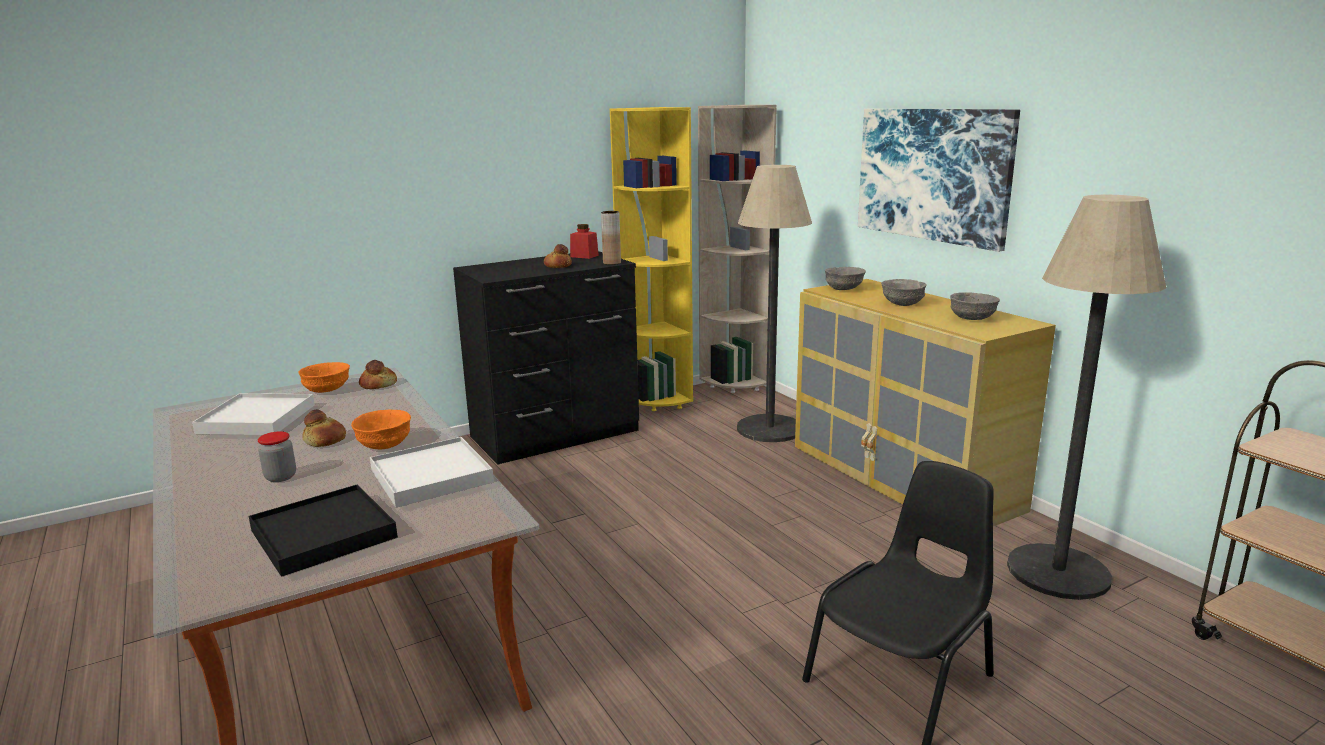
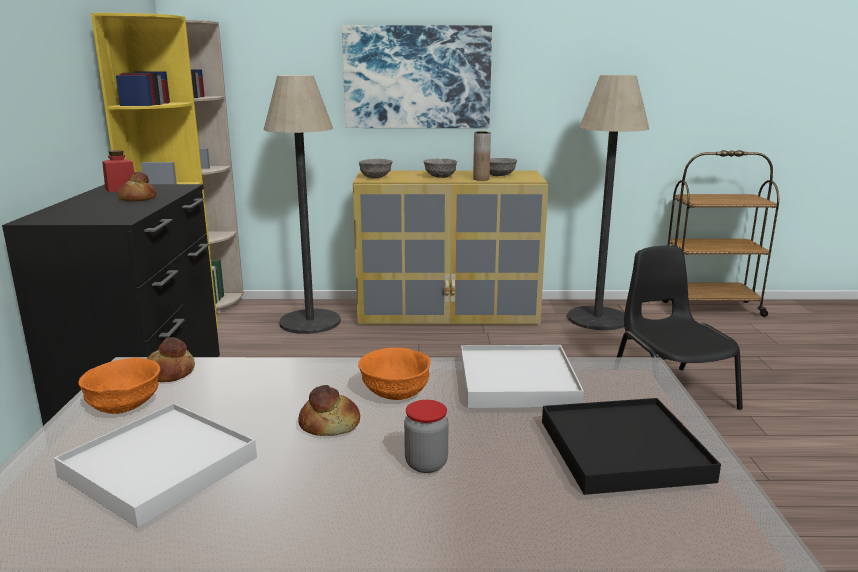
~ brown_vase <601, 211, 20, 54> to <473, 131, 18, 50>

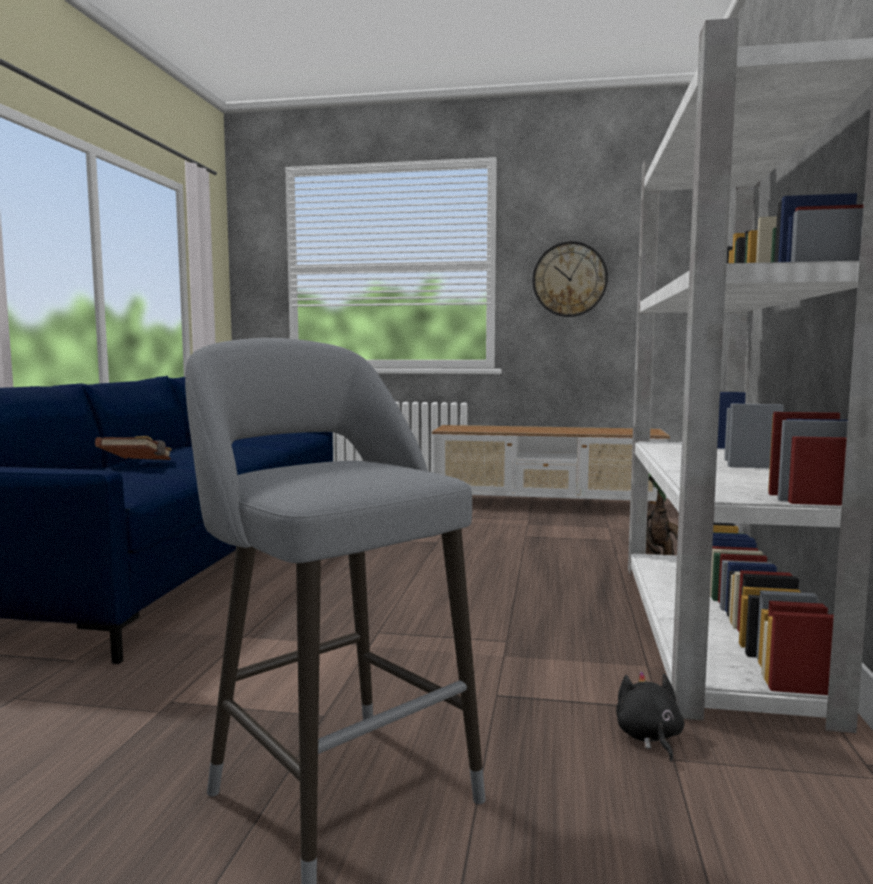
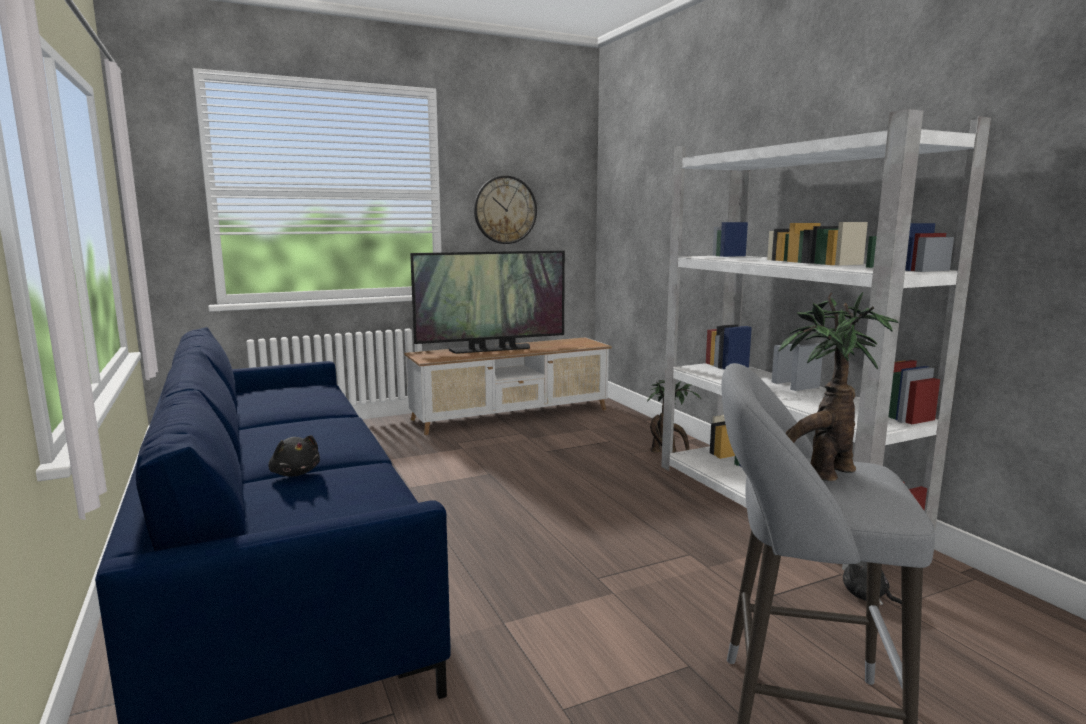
+ television <410, 250, 155, 104>
+ potted_plant <778, 292, 121, 189>
~ brown_book <95, 436, 77, 24> to black_plush_toy <268, 435, 52, 42>

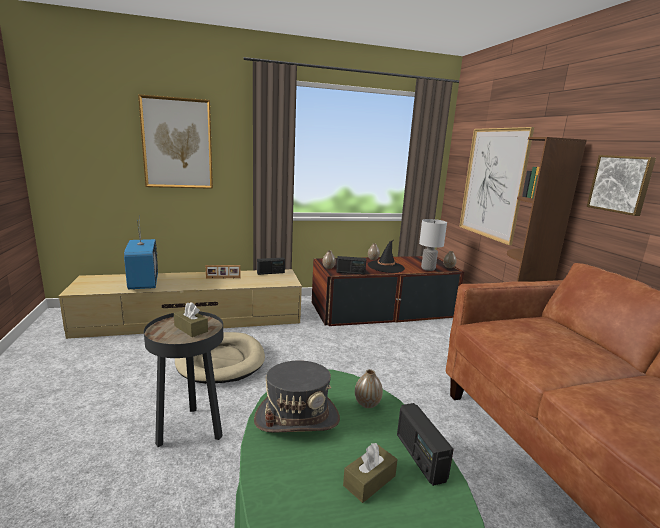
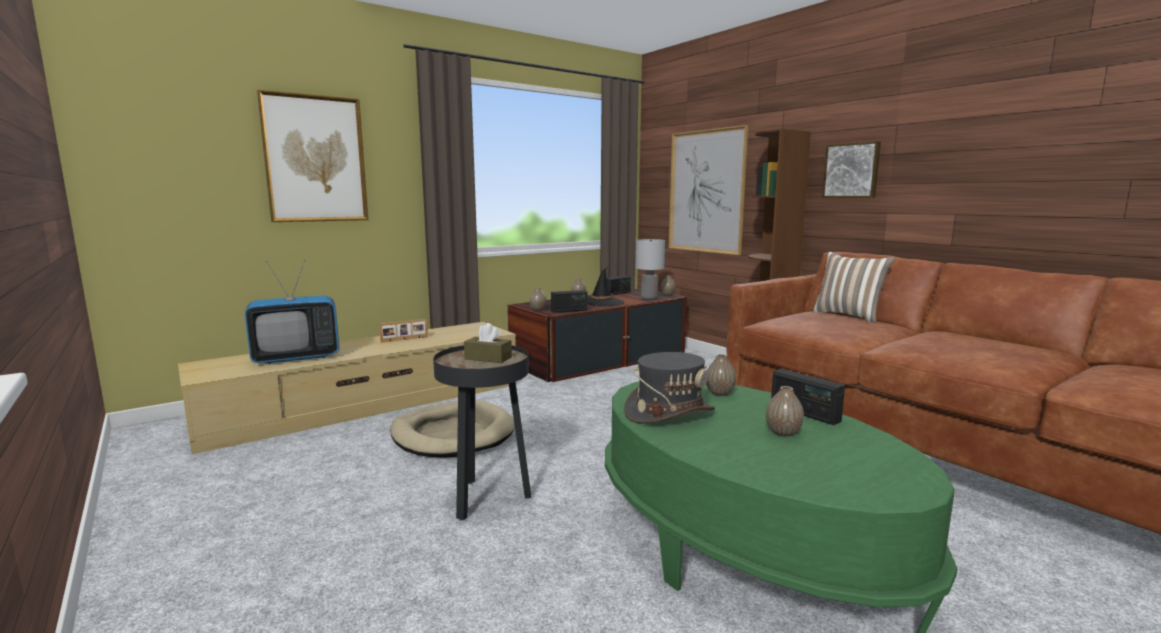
+ pillow <813, 252, 82, 71>
~ radio <257, 257, 28, 18> to <607, 276, 24, 19>
~ brown_tissue_box <343, 443, 55, 60> to vase <766, 386, 38, 51>
~ television <124, 215, 34, 75> = <244, 260, 95, 104> 105 degrees clockwise

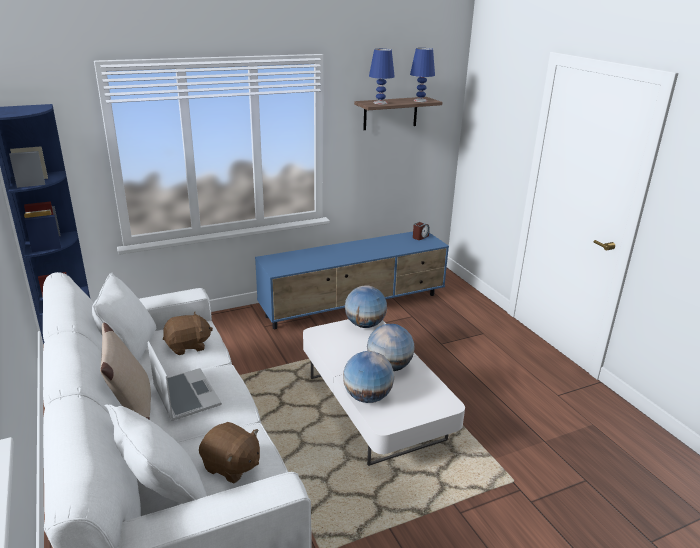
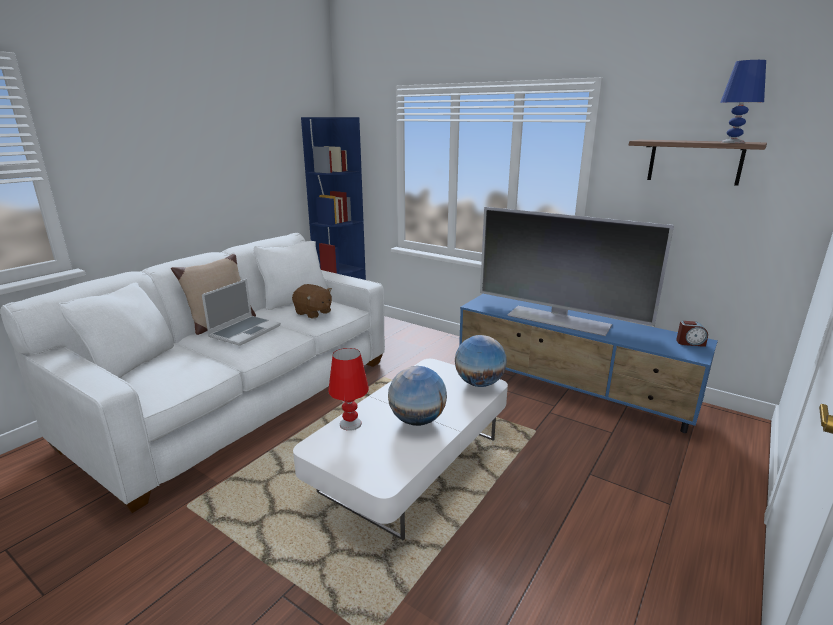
- brown_plush_toy <199, 422, 61, 62>
- blue_table_lamp <369, 49, 26, 56>
+ television <480, 207, 194, 129>
~ globe <343, 351, 51, 52> to red_table_lamp <328, 348, 41, 83>

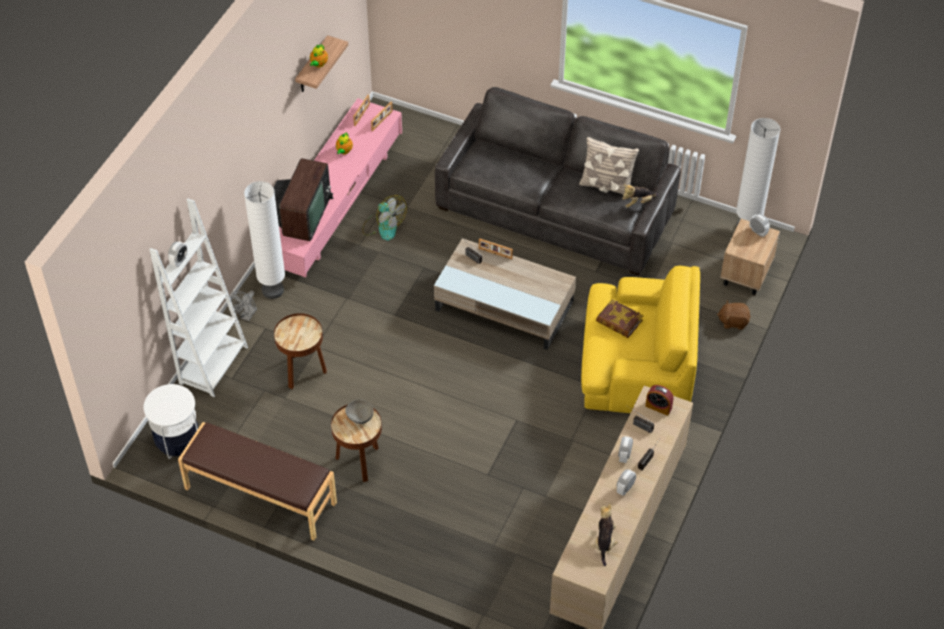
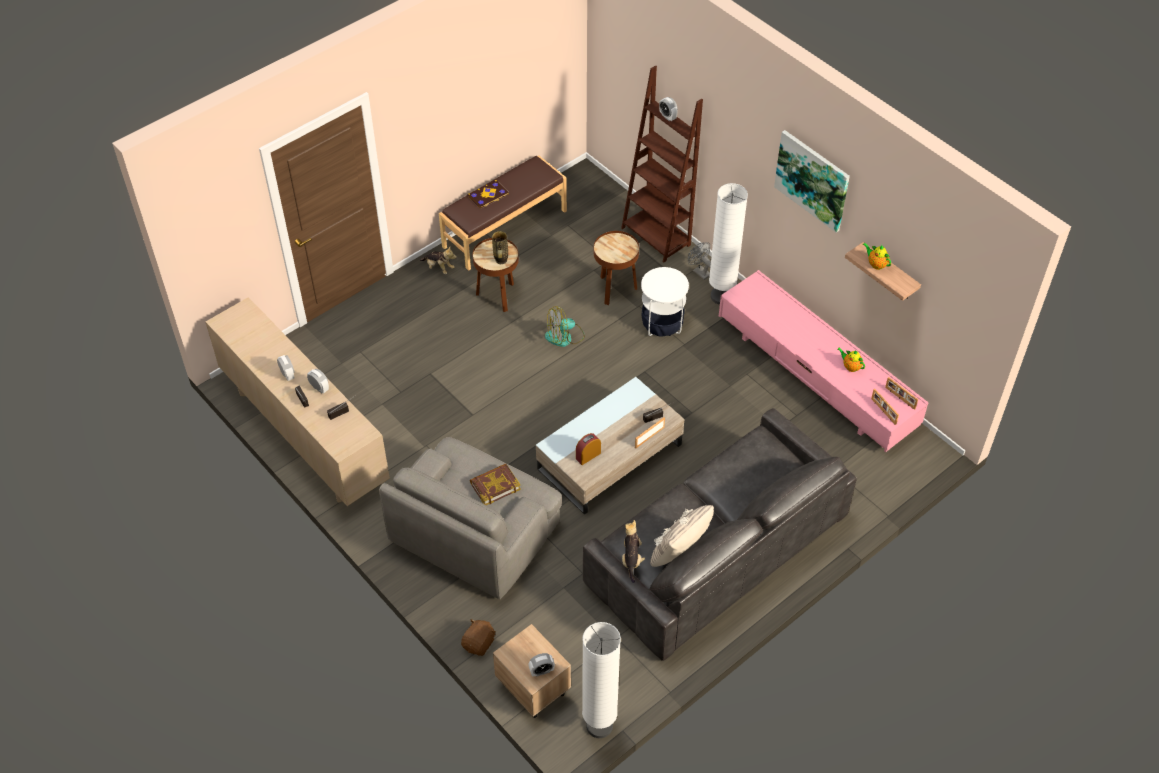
- television <274, 158, 59, 83>
+ book <467, 180, 42, 29>
+ picture <774, 130, 76, 103>
~ white_side_table <144, 384, 54, 75> to <641, 267, 48, 69>
~ fan <362, 195, 45, 46> to <545, 306, 40, 41>
~ plush_toy <595, 504, 23, 62> to <420, 247, 37, 27>
~ alarm_clock <645, 385, 29, 31> to <576, 433, 25, 32>
~ grey_bowl <345, 399, 29, 25> to vase <492, 231, 16, 33>
~ white_bookcase <149, 198, 99, 199> to brown_bookcase <621, 65, 82, 198>
~ yellow_armchair <581, 266, 119, 147> to grey_armchair <379, 437, 183, 162>

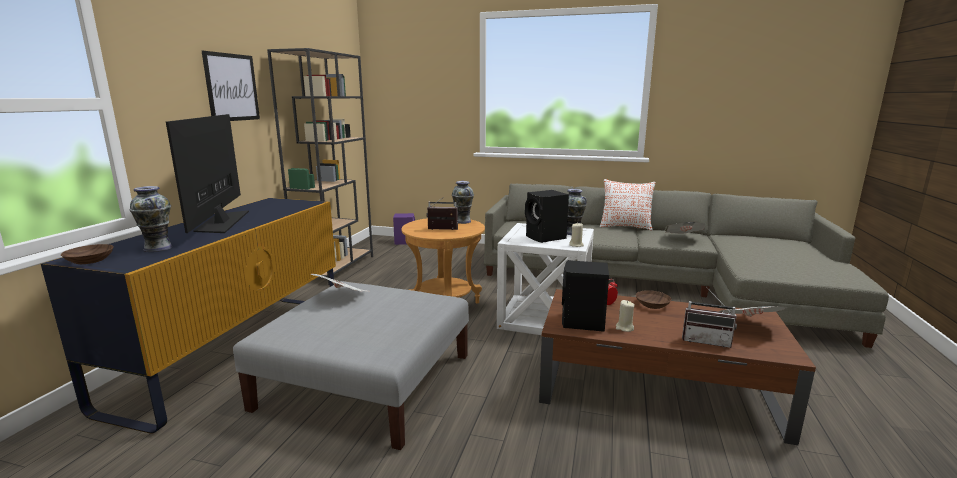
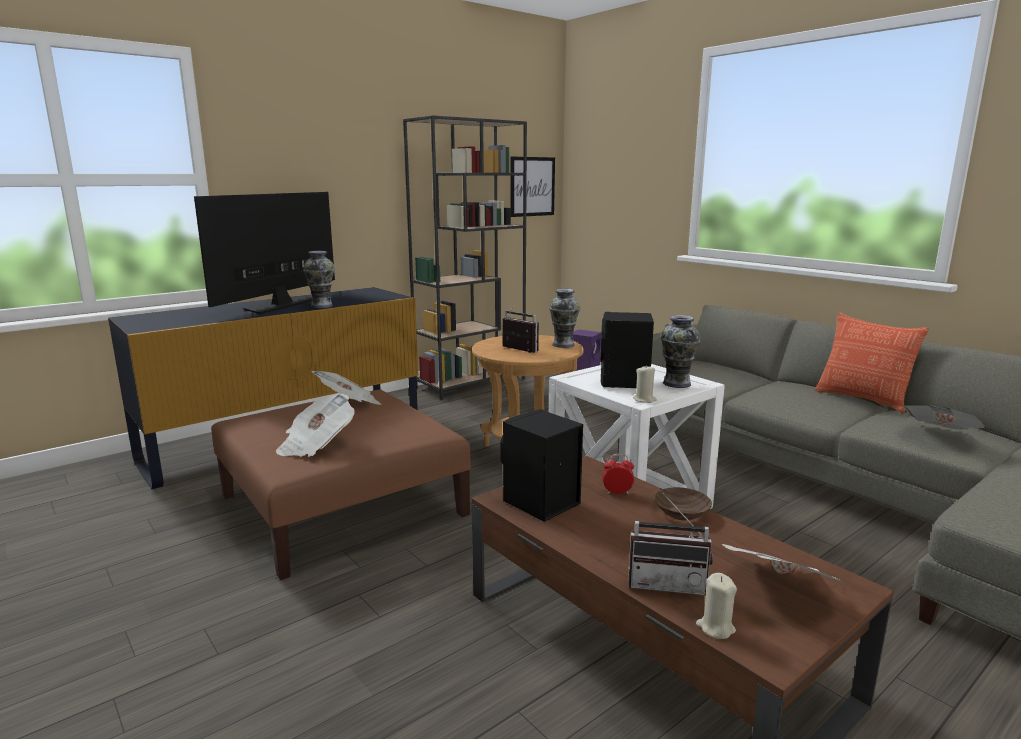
- brown_bowl <61, 244, 53, 20>
+ newspaper <276, 394, 79, 63>
~ vase <130, 186, 43, 66> to <303, 251, 32, 57>
~ picture <202, 51, 58, 70> to <511, 157, 44, 60>
~ beige_candle <616, 300, 19, 32> to <696, 573, 41, 66>
~ grey_ottoman <233, 281, 236, 169> to brown_ottoman <211, 389, 260, 191>
~ white_pillow <600, 179, 56, 52> to orange_pillow <815, 313, 114, 100>
~ radio <682, 287, 55, 61> = <628, 493, 85, 102> 45 degrees counterclockwise

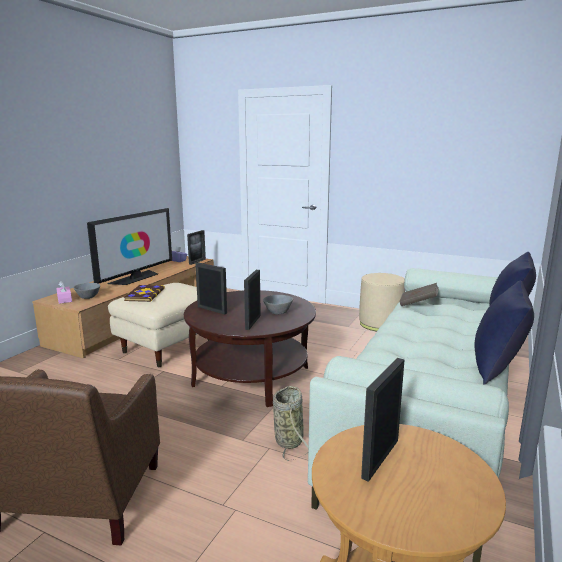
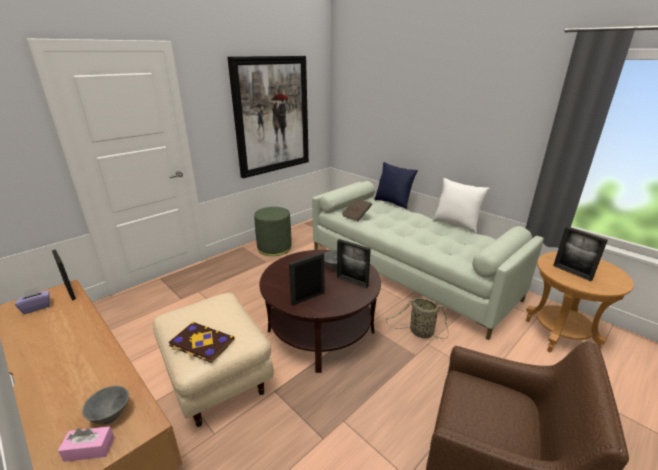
- television <87, 208, 85, 77>
+ picture <227, 56, 82, 122>
~ beige_ottoman <359, 273, 46, 59> to green_ottoman <254, 207, 38, 49>
~ blue_pillow <474, 281, 60, 104> to white_pillow <433, 178, 56, 55>

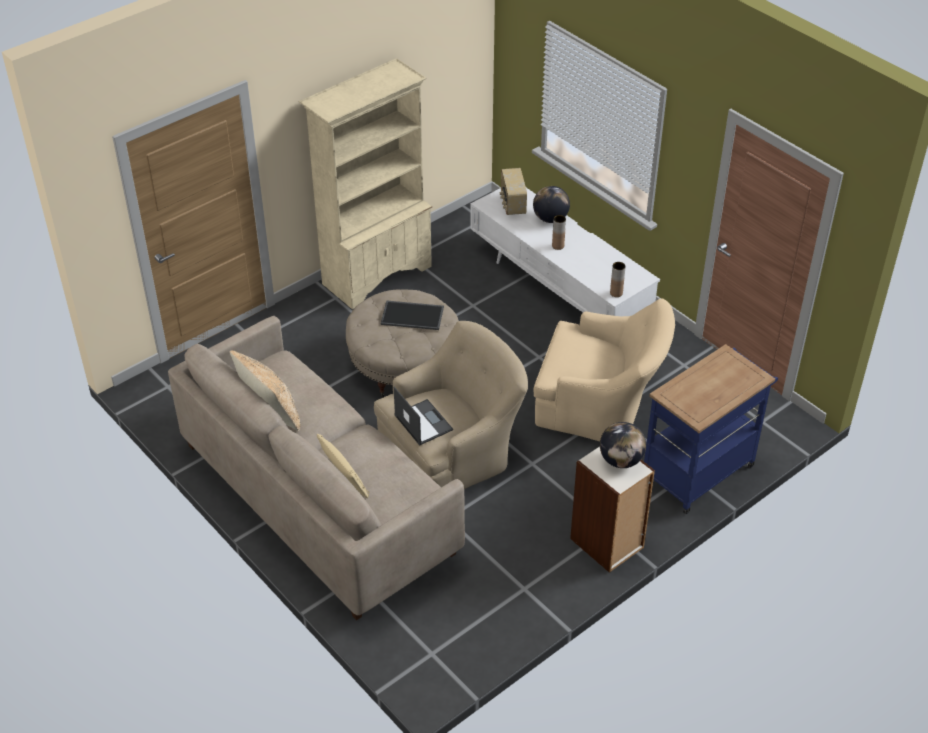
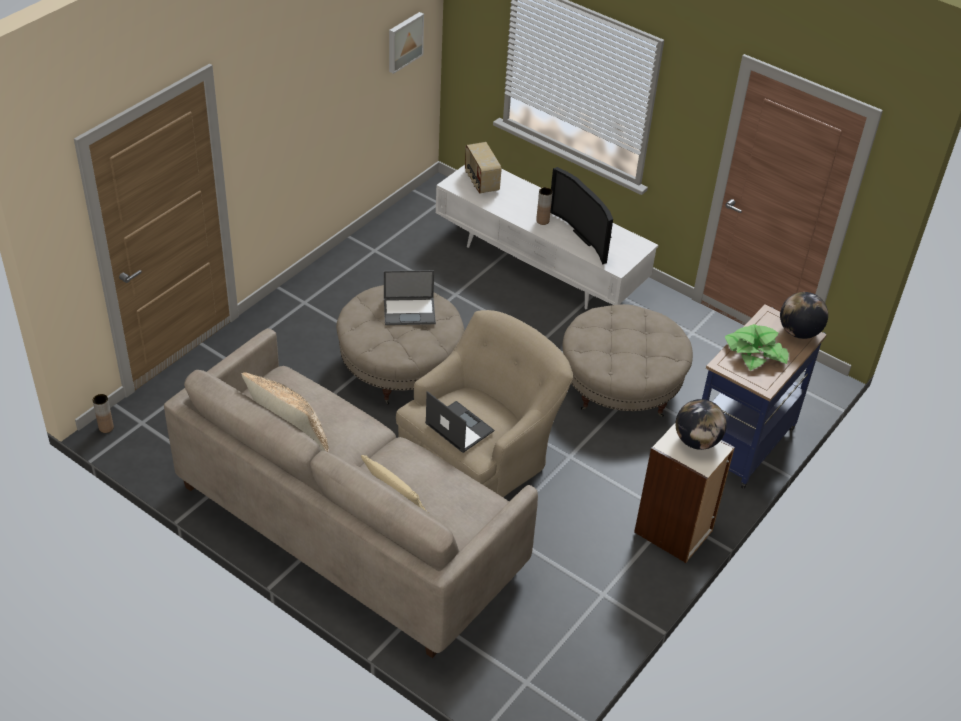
- beige_bookcase <299, 58, 133, 251>
+ picture <389, 12, 35, 62>
+ television <550, 167, 63, 98>
+ potted_plant <725, 324, 63, 47>
~ globe <533, 186, 37, 37> to <780, 292, 48, 47>
~ brown_vase <610, 262, 16, 35> to <93, 394, 21, 39>
~ tray <381, 300, 63, 30> to laptop <384, 270, 52, 55>
~ beige_armchair <533, 298, 142, 143> to beige_ottoman <563, 304, 130, 113>

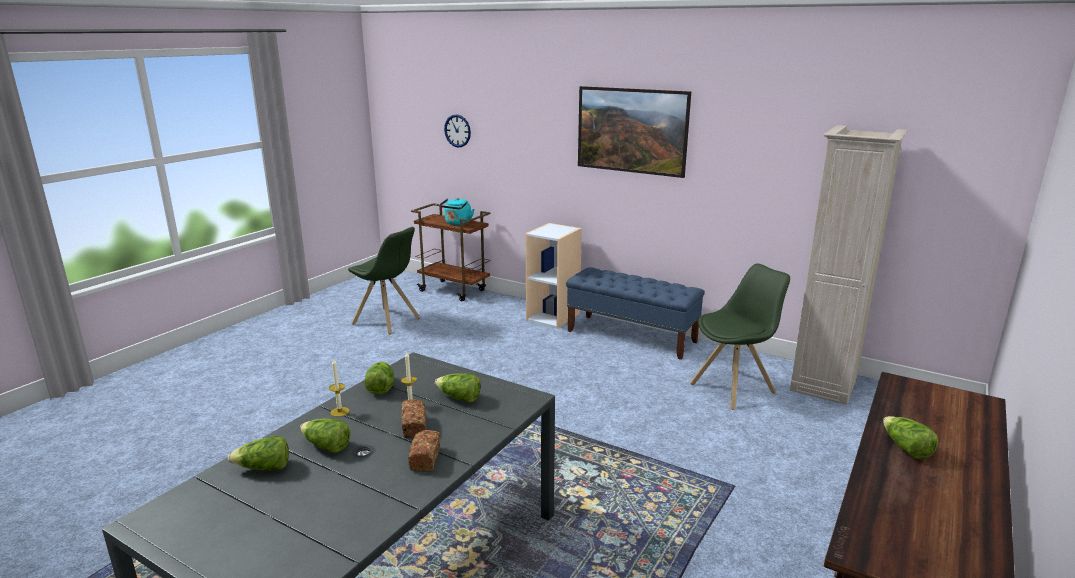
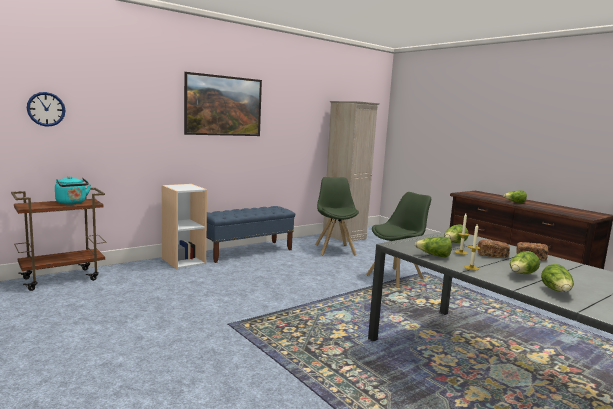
~ green_chair <348, 227, 72, 107> to <366, 192, 65, 95>

